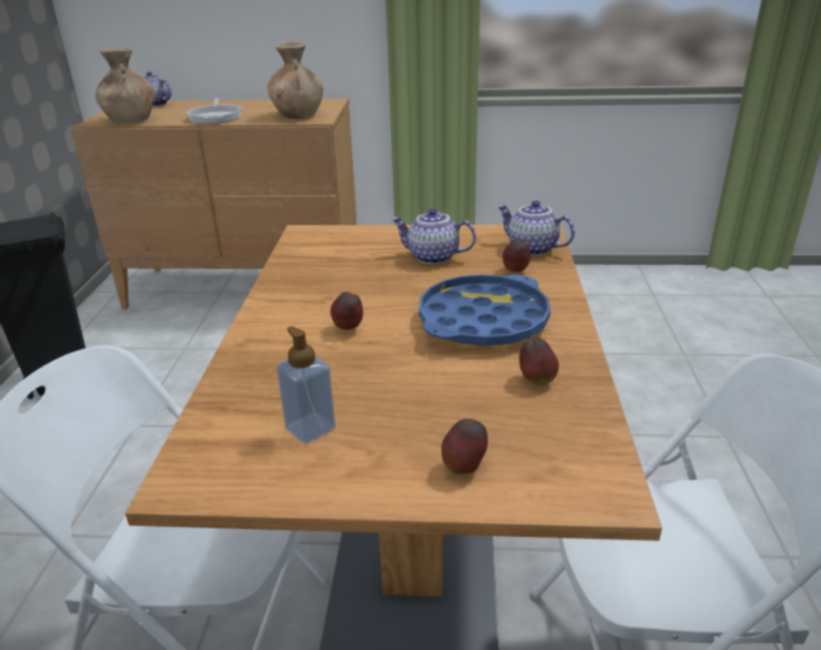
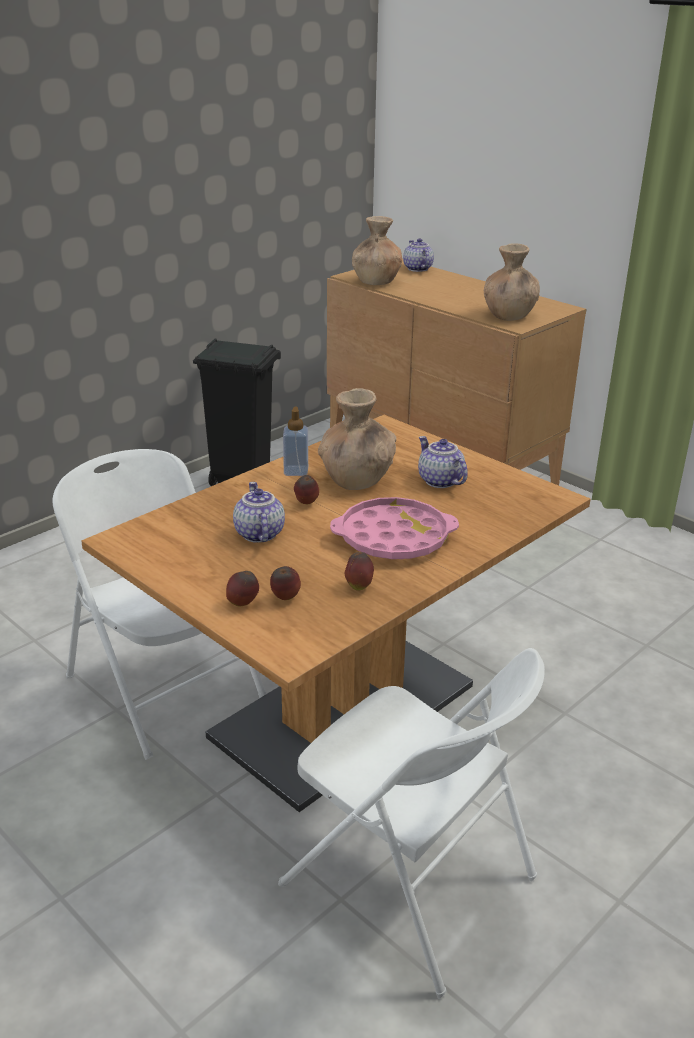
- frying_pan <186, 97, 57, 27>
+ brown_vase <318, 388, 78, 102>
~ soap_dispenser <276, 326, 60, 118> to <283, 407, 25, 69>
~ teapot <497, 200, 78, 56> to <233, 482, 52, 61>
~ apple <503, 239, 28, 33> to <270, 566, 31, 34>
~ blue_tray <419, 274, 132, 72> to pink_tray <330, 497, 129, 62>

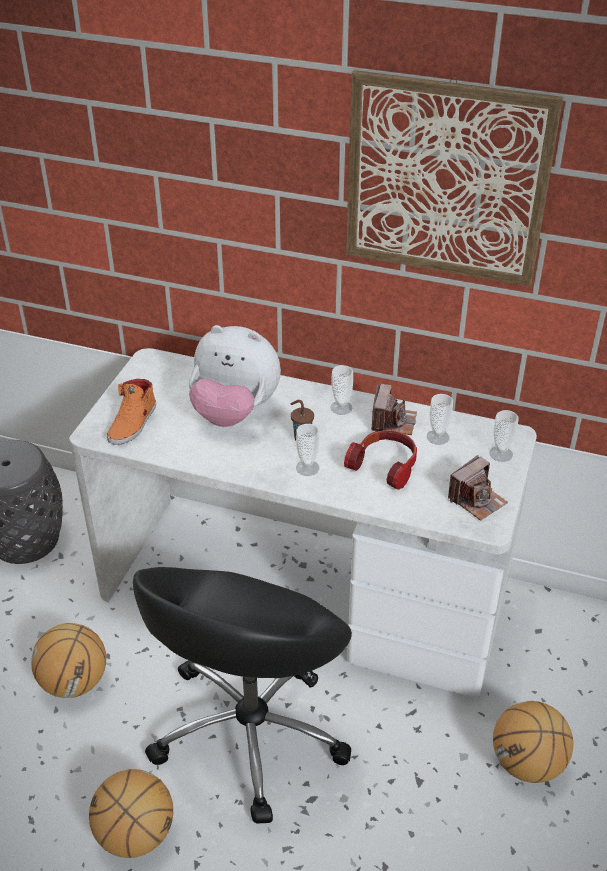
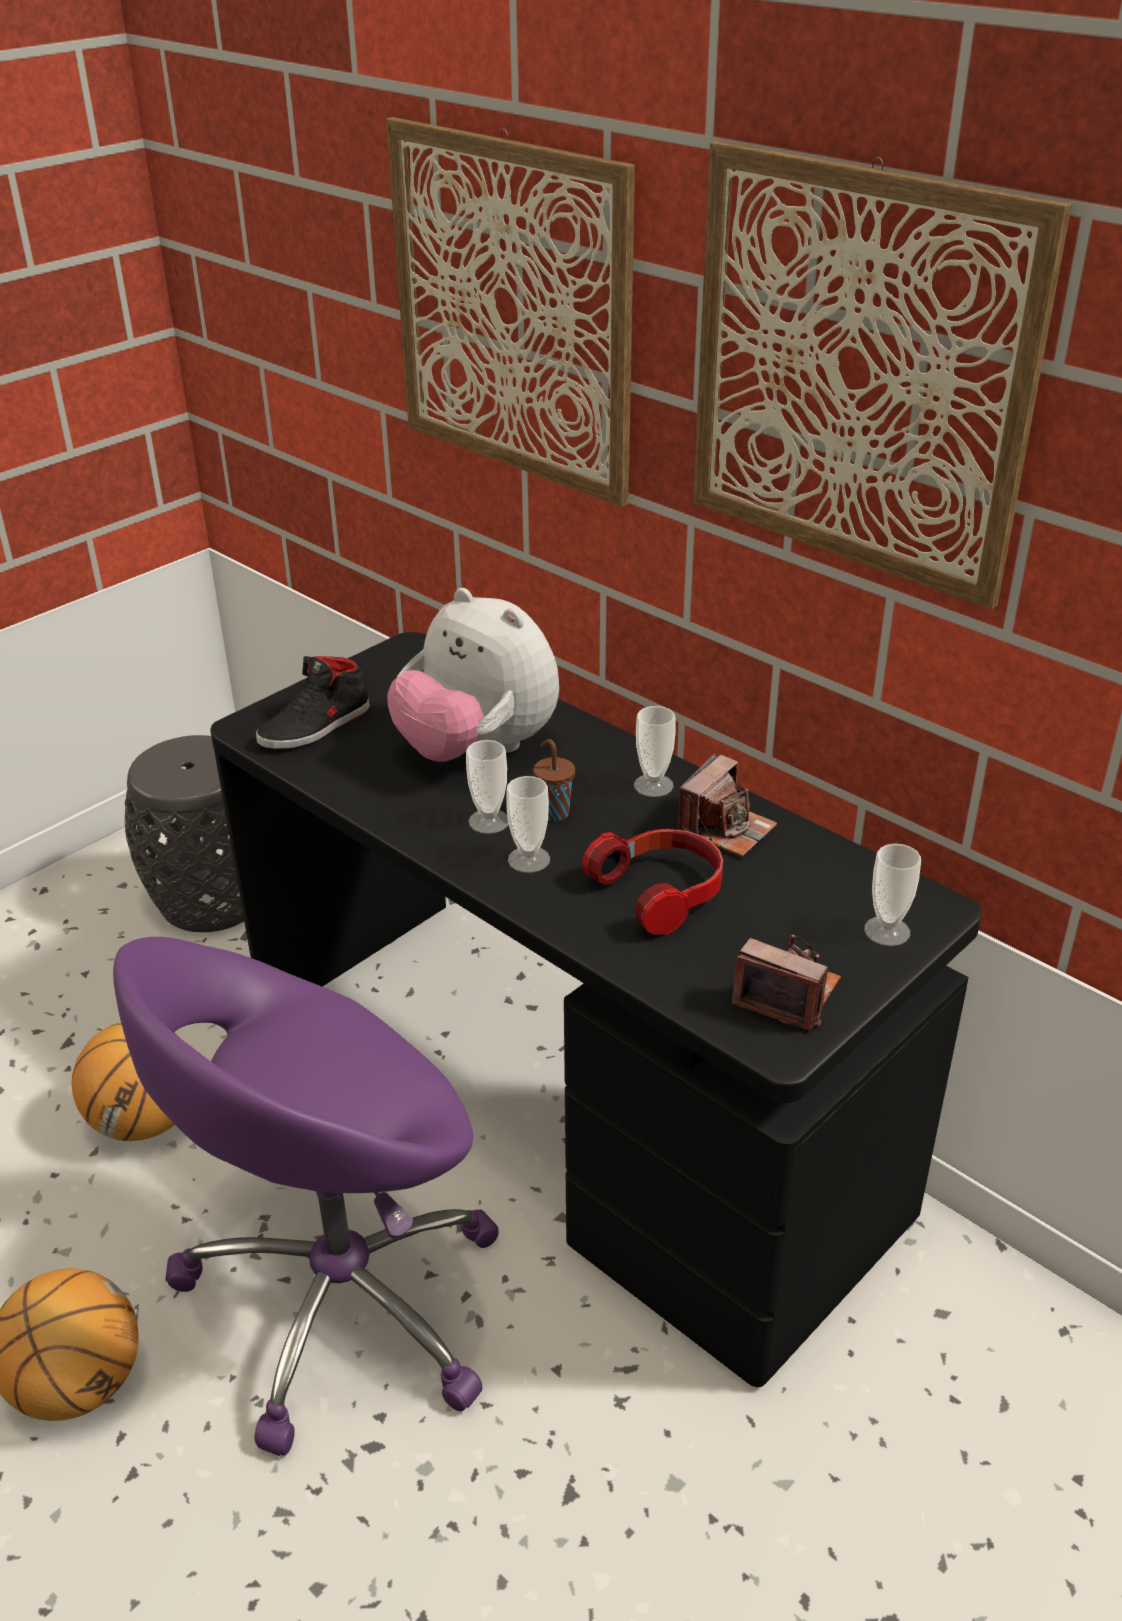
- basketball <493, 701, 81, 82>
+ picture <386, 117, 249, 390>
~ cup <427, 394, 26, 51> to <466, 740, 42, 94>
~ white_desk <69, 348, 468, 350> to black_desk <210, 632, 772, 755>
~ orange_shoe <107, 379, 49, 66> to black_shoe <256, 656, 114, 93>
~ black_office_chair <133, 567, 219, 256> to purple_office_chair <113, 937, 386, 519>
~ photo_camera <448, 455, 60, 66> = <732, 935, 109, 95> 135 degrees counterclockwise

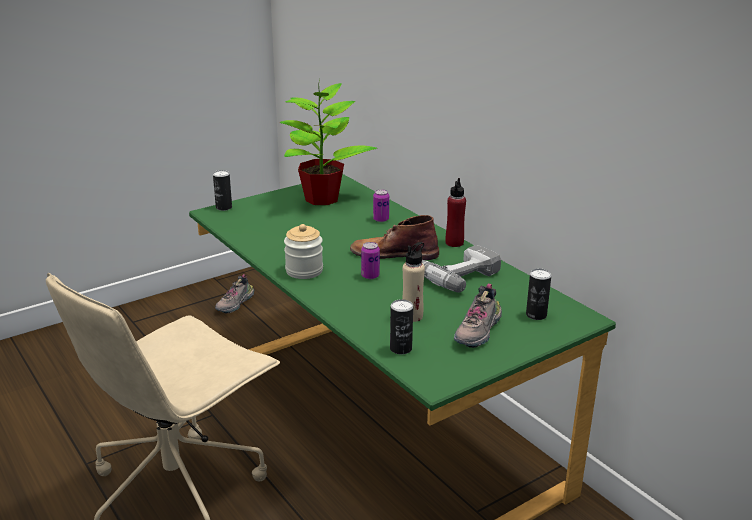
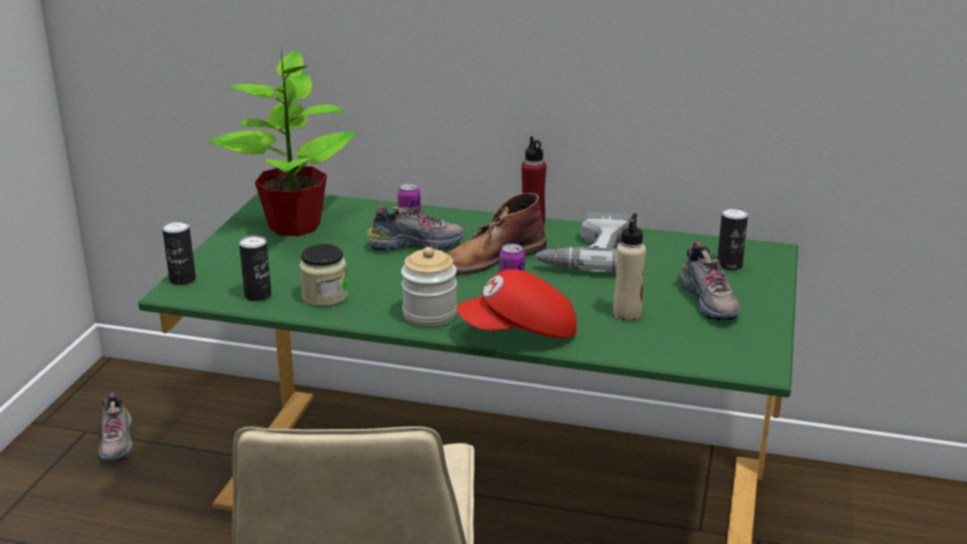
+ jar <299, 244, 49, 63>
+ shoe <367, 205, 97, 46>
+ red_cap <457, 269, 120, 69>
~ can <390, 299, 23, 55> to <239, 235, 32, 66>

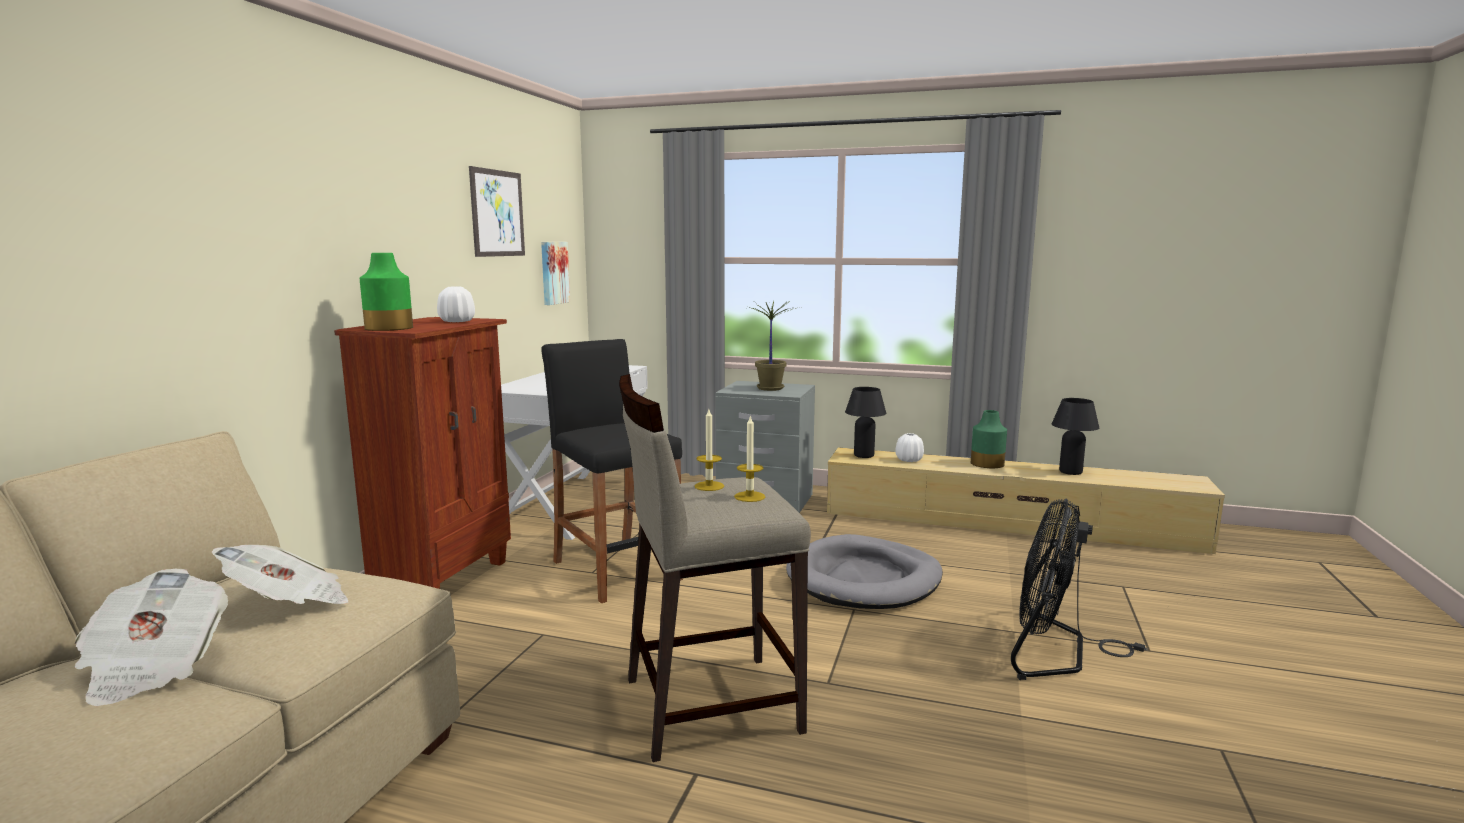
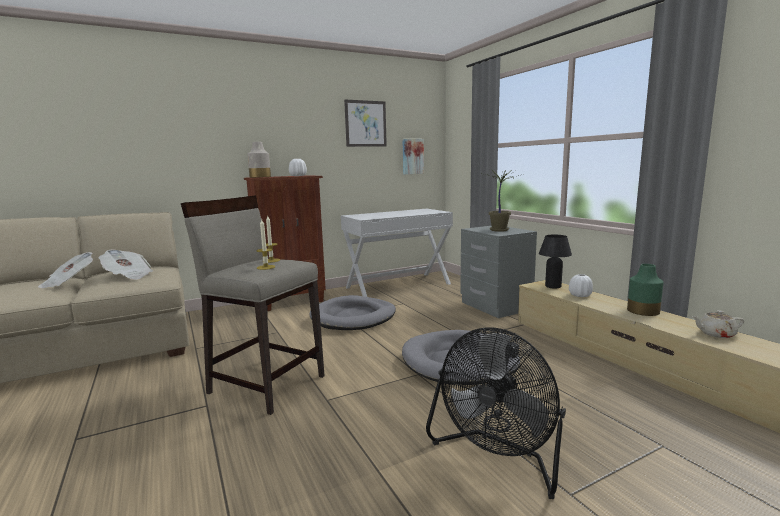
~ black_stool <542, 339, 141, 264> to grey_dog_bed <309, 295, 87, 35>
~ black_table_lamp <1052, 398, 47, 77> to beige_teapot <692, 310, 52, 28>
~ green_vase <360, 253, 53, 78> to beige_vase <247, 142, 24, 36>
~ black_fan <1011, 498, 137, 182> = <426, 327, 140, 172> 120 degrees counterclockwise

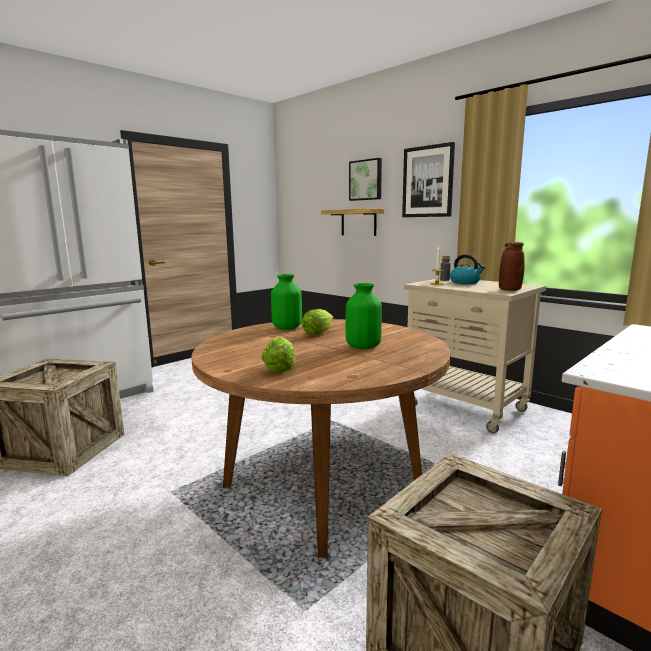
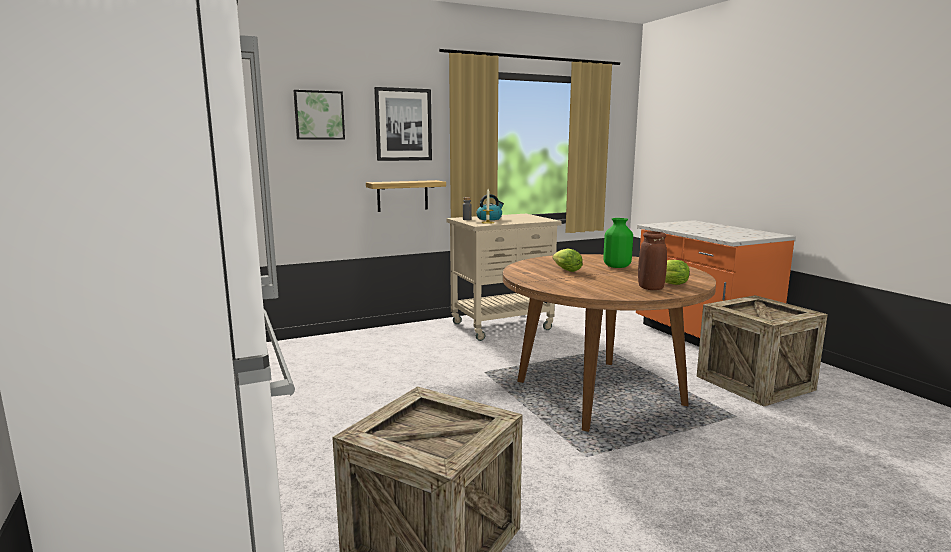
- green_vase <271, 274, 31, 56>
~ shelf <321, 209, 63, 27> to <366, 180, 80, 32>
~ brown_vase <499, 242, 26, 49> to <638, 231, 29, 59>

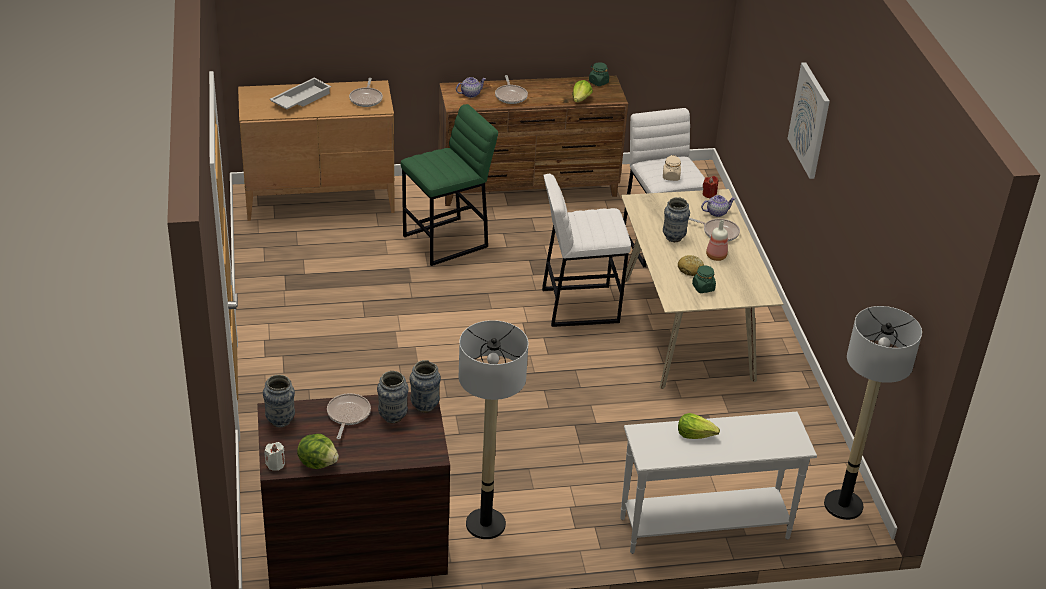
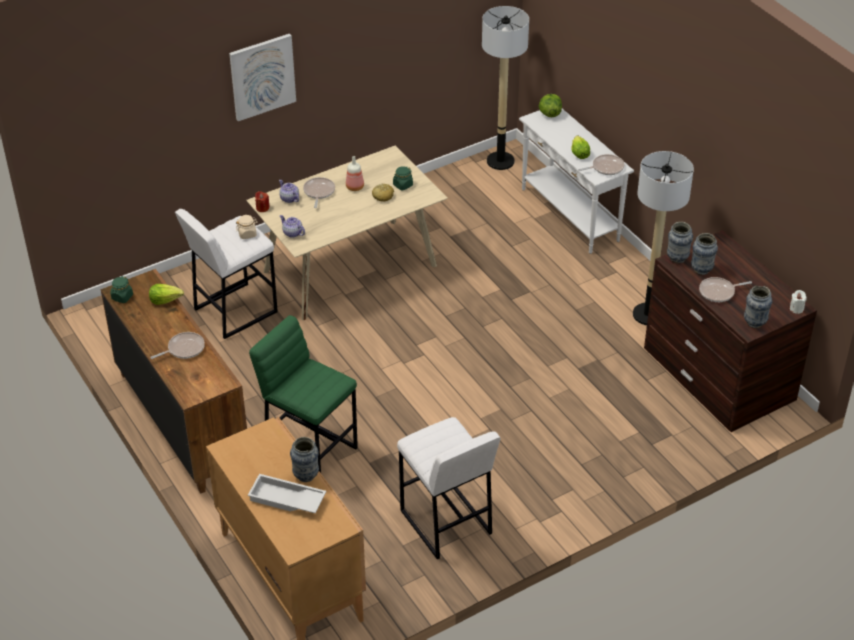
~ lettuce <297, 434, 42, 35> to <539, 94, 23, 23>
~ frying_pan <349, 78, 34, 29> to <578, 154, 47, 21>
~ teapot <456, 77, 30, 21> to <280, 215, 25, 23>
~ white_stool <542, 174, 89, 153> to <397, 417, 104, 142>
~ vase <663, 197, 27, 45> to <290, 437, 29, 45>

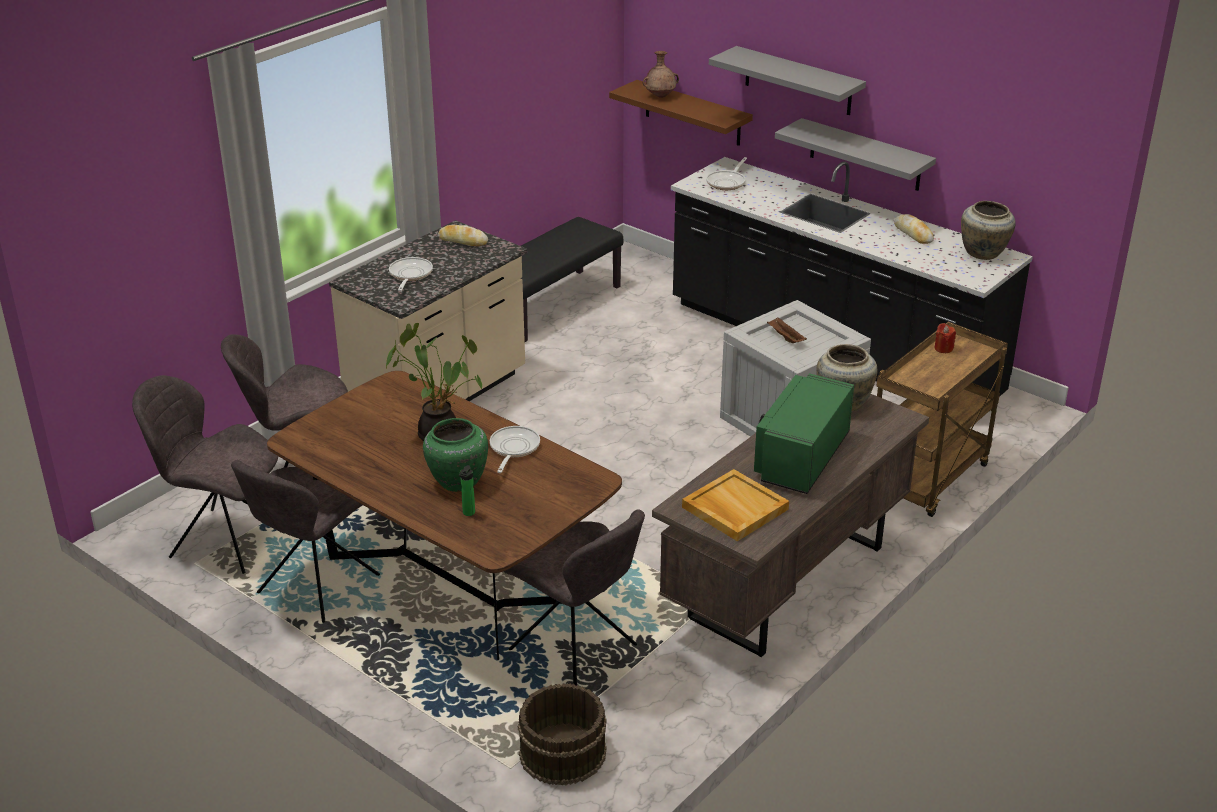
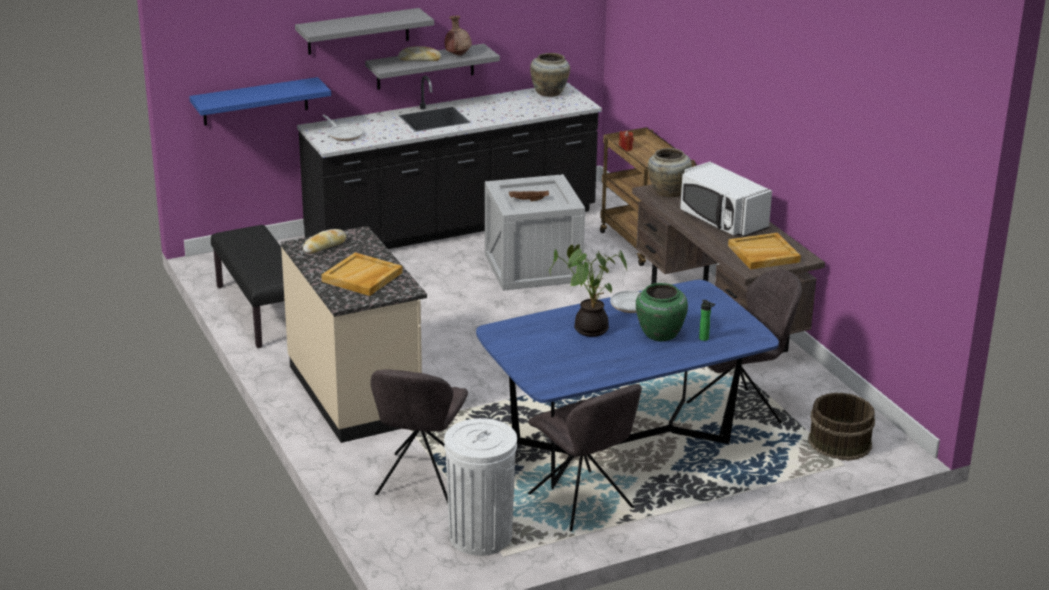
~ brown_vase <643, 51, 36, 47> to <445, 16, 27, 40>
~ bread <894, 214, 40, 30> to <398, 46, 43, 15>
~ grey_chair <132, 375, 146, 199> to white_trash_can <444, 418, 73, 138>
~ frying_pan <389, 257, 44, 34> to beige_tray <322, 252, 81, 44>
~ brown_dining_table <267, 371, 355, 289> to blue_dining_table <476, 280, 303, 209>
~ brown_shelf <609, 80, 144, 66> to blue_shelf <189, 77, 142, 49>
~ green_microwave <754, 373, 100, 121> to white_microwave <680, 162, 92, 75>

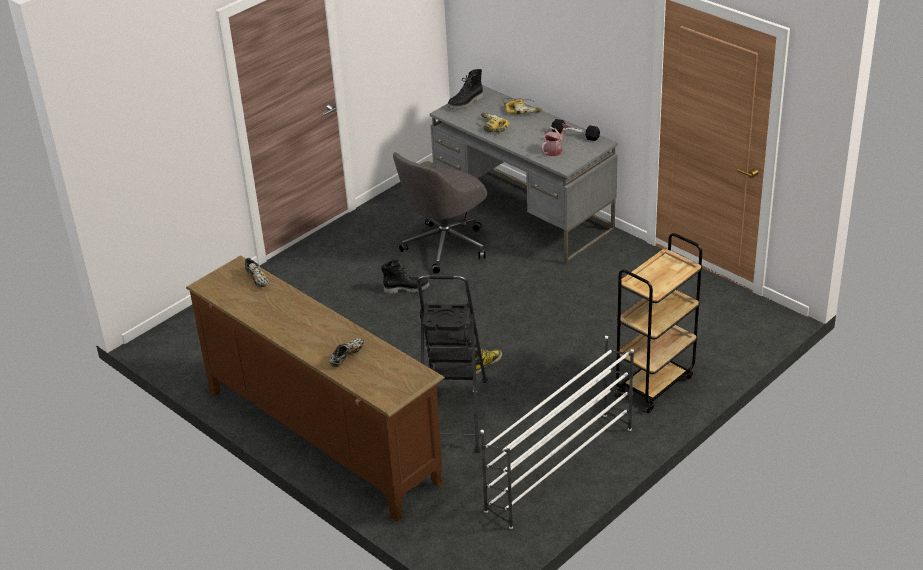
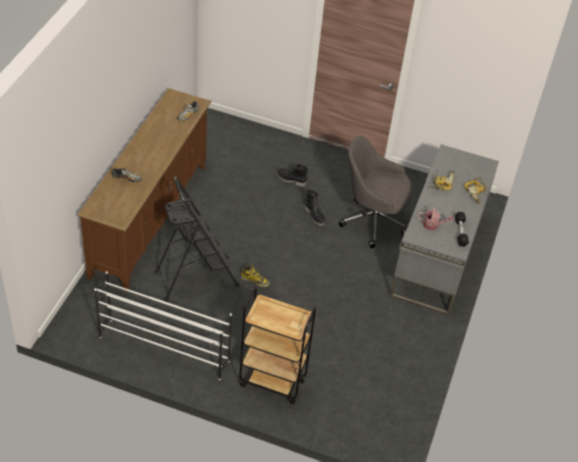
~ black_boot <447, 69, 36, 41> to <276, 164, 32, 23>

